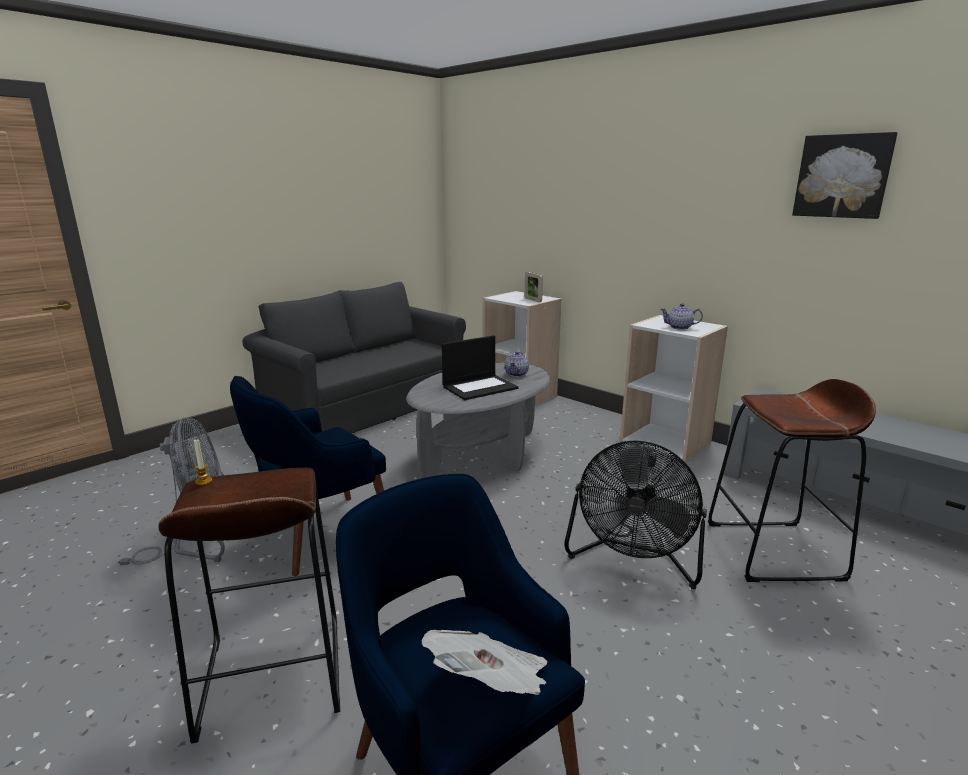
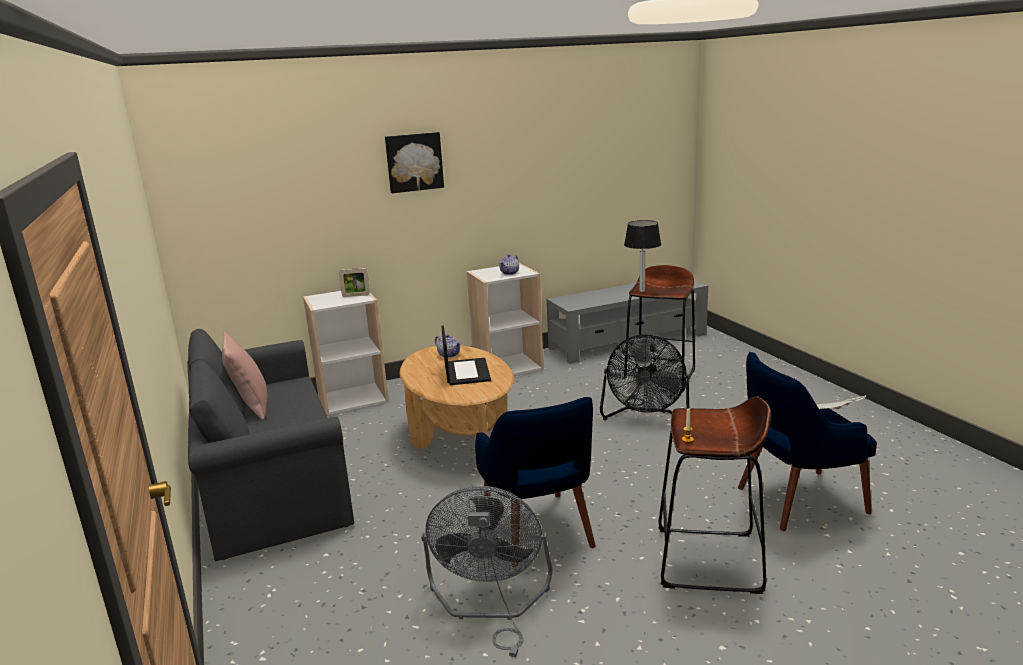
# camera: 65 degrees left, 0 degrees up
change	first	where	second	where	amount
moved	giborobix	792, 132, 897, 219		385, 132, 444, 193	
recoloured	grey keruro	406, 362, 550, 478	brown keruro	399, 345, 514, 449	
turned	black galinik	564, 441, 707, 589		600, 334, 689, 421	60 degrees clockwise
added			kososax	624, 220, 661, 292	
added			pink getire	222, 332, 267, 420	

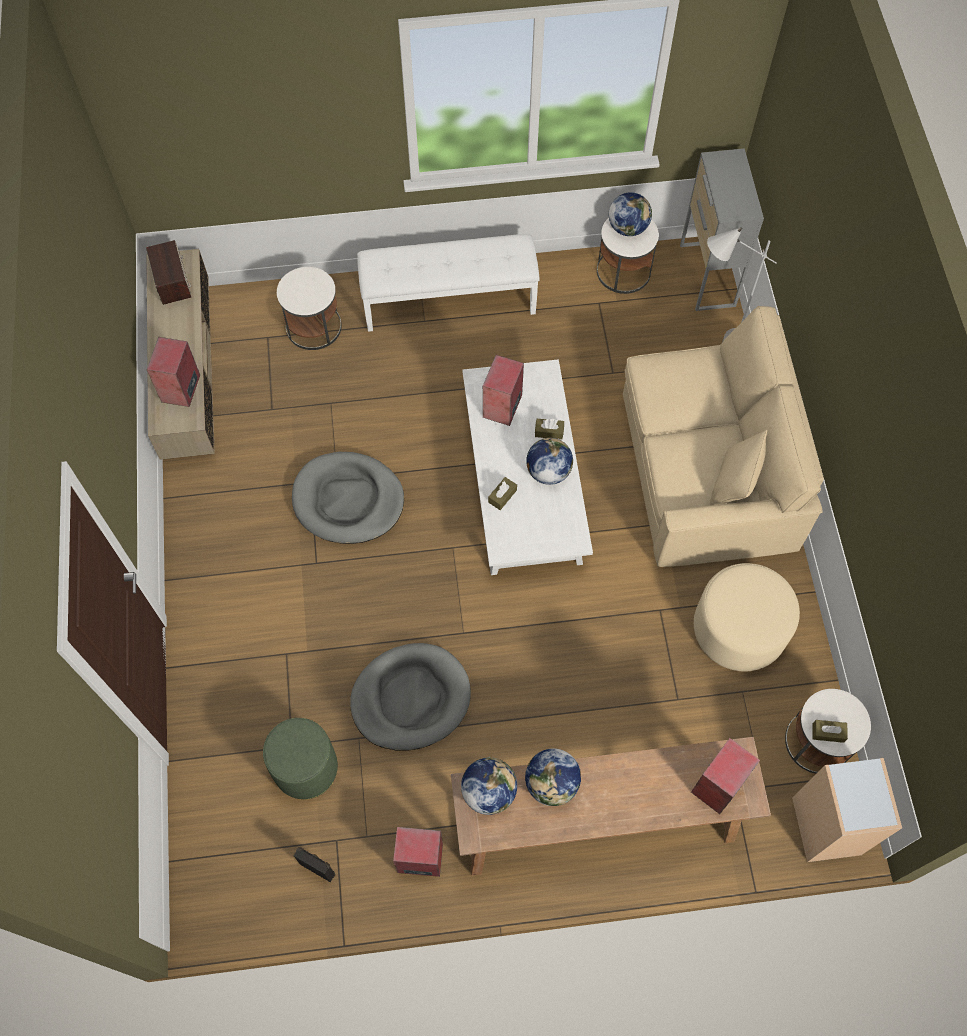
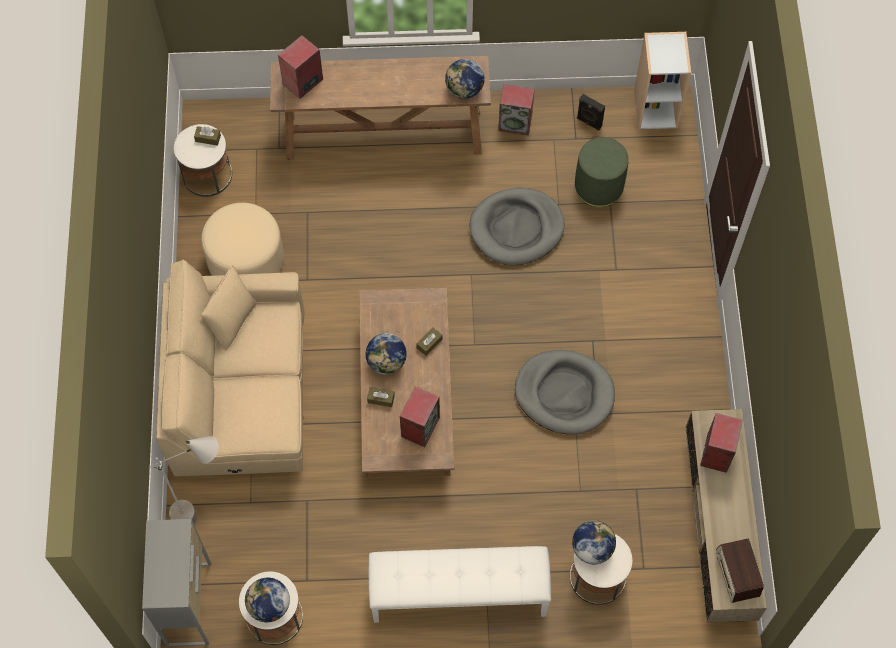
# camera: 175 degrees left, 0 degrees up
change	first	where	second	where	amount
recoloured	white keruro	462, 359, 593, 575	brown keruro	359, 288, 454, 479	
moved	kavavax	525, 748, 581, 806		572, 520, 616, 564	
moved	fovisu	792, 758, 902, 862		634, 32, 691, 129	

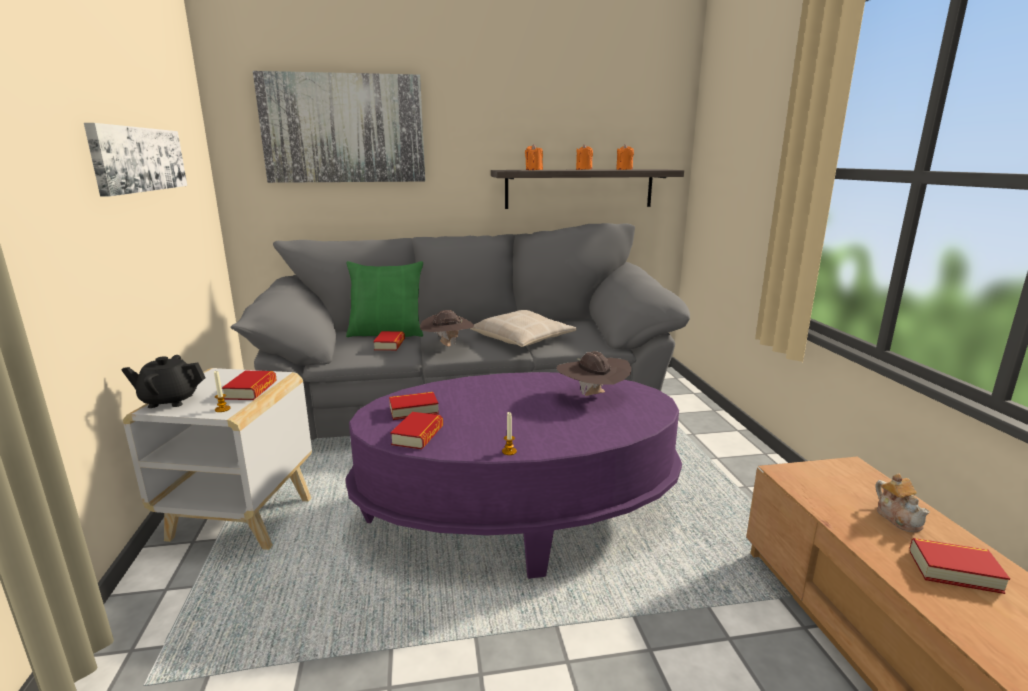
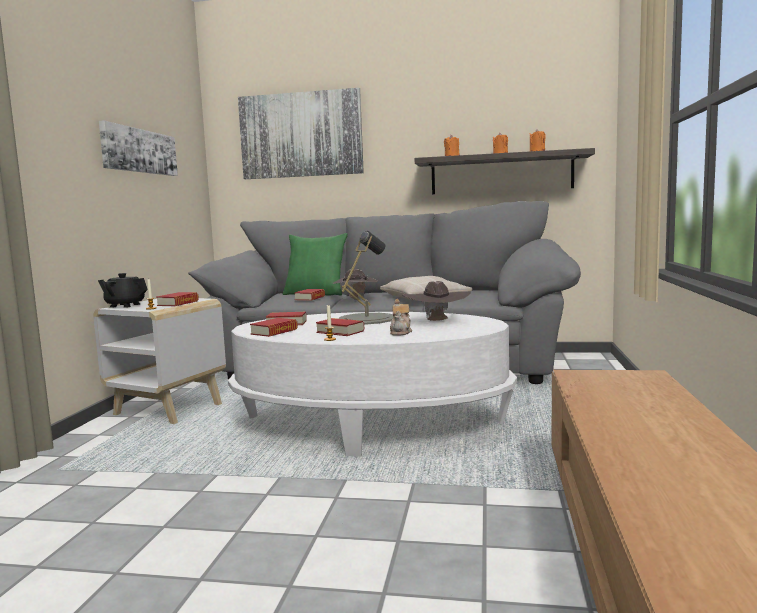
# camera: 20 degrees right, 10 degrees down
change	first	where	second	where	amount
recoloured	purple keruro	345, 372, 682, 579	white keruro	228, 312, 517, 456	
moved	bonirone	875, 473, 930, 532		390, 299, 412, 336	
moved	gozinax	910, 538, 1010, 594		316, 318, 364, 336	
added			grey kososax	339, 231, 393, 324	

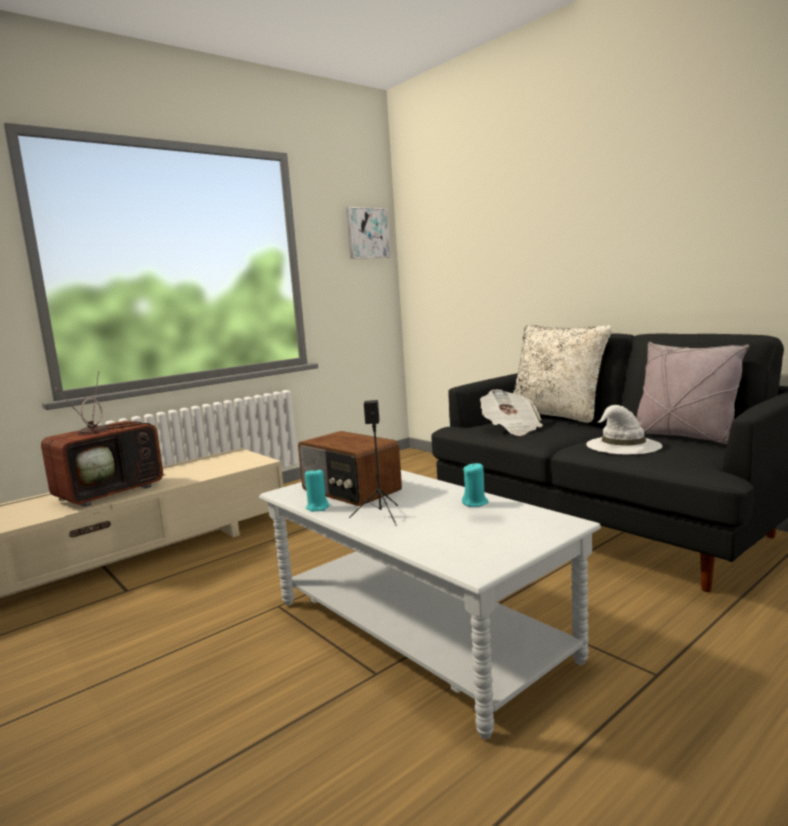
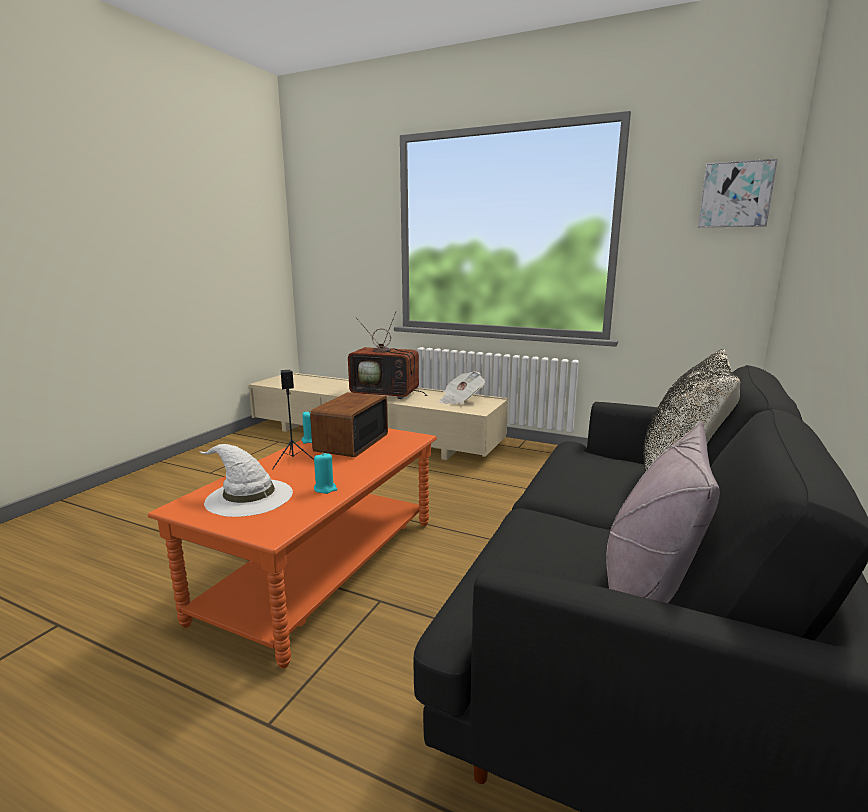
# camera: 65 degrees right, 5 degrees up
change	first	where	second	where	amount
moved	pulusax	480, 390, 543, 436		439, 371, 485, 404	
moved	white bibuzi	586, 405, 662, 455		199, 444, 293, 517	
recoloured	grey keruro	259, 470, 601, 739	orange keruro	148, 428, 437, 669	

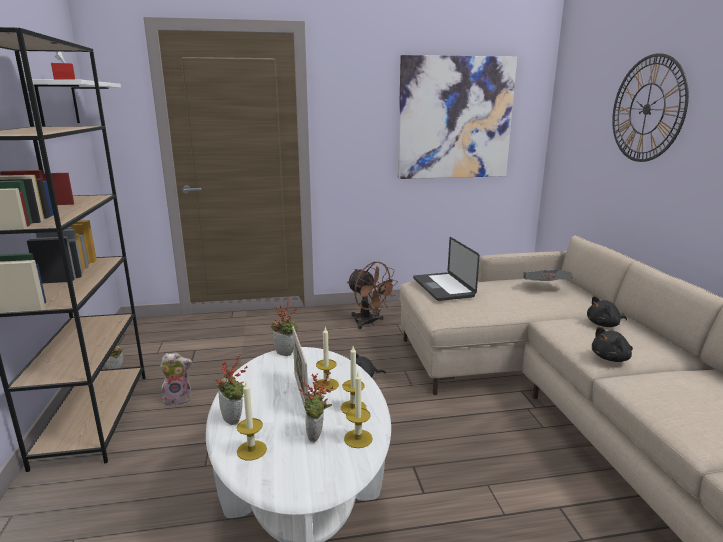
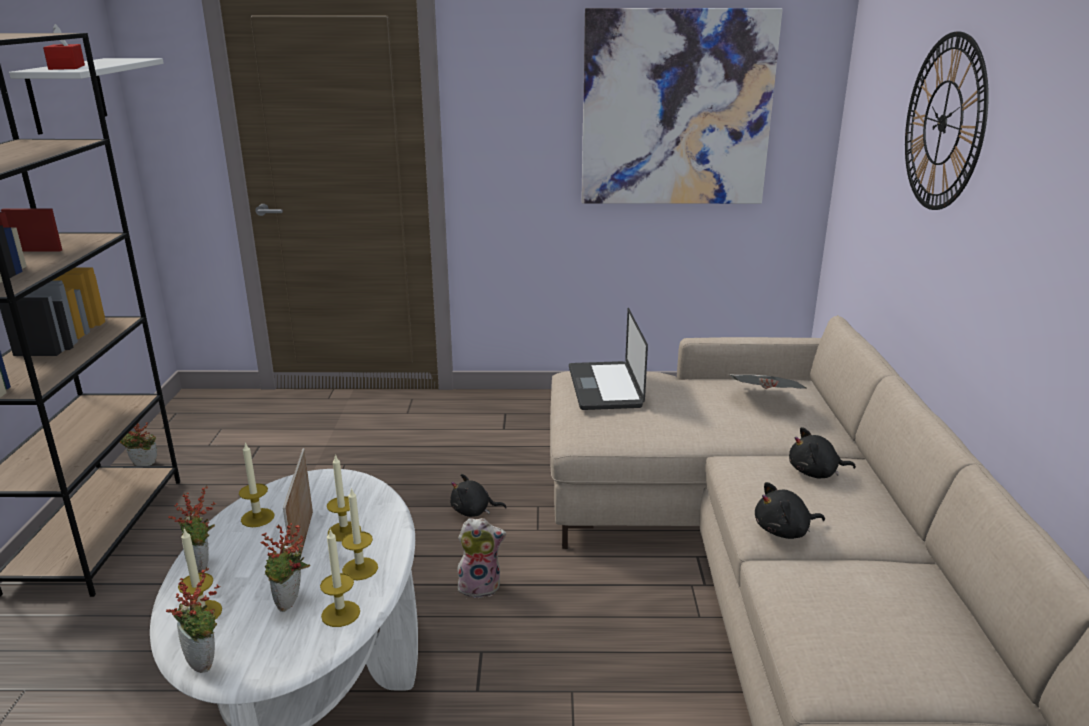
# camera: 10 degrees right, 5 degrees up
change	first	where	second	where	amount
removed	brown galinik	347, 262, 398, 329			
moved	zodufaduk	271, 299, 298, 356		166, 567, 220, 673	
moved	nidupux	160, 352, 192, 406		457, 518, 507, 598	
added			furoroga	239, 443, 275, 527	

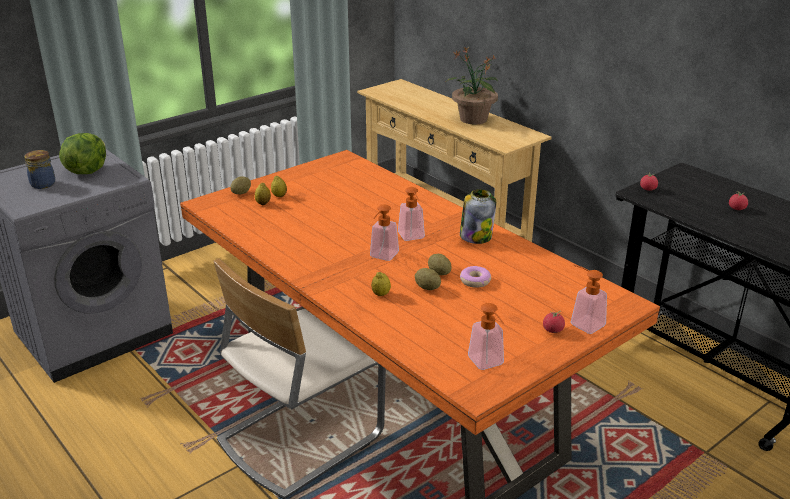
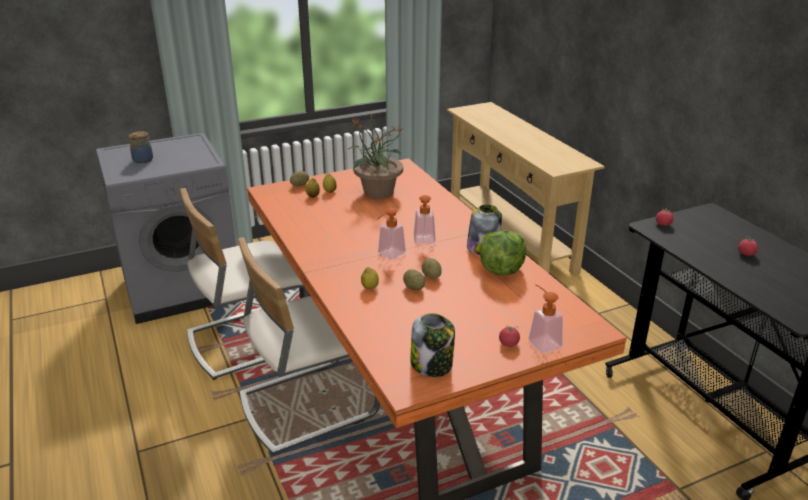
# camera: 15 degrees right, 0 degrees up
change	first	where	second	where	amount
moved	zodufaduk	445, 46, 498, 124		349, 113, 403, 199	
moved	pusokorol	59, 133, 106, 174		480, 230, 526, 276	
removed	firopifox	460, 266, 491, 288			
replaced	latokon	468, 303, 504, 370	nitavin	410, 313, 455, 377	
added			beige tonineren	180, 188, 309, 380	

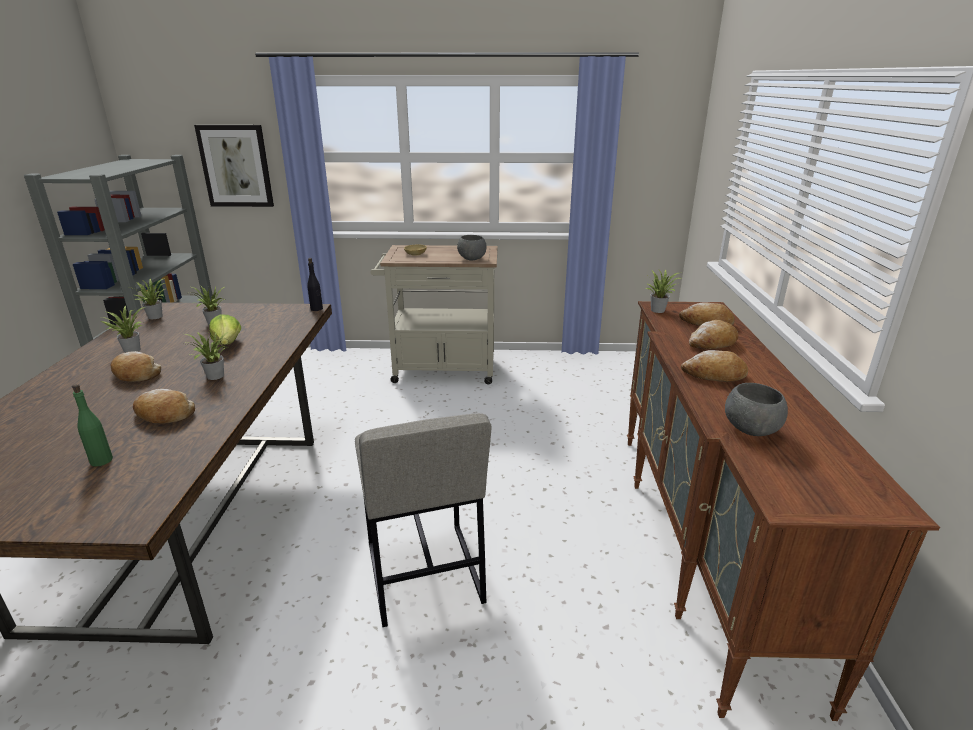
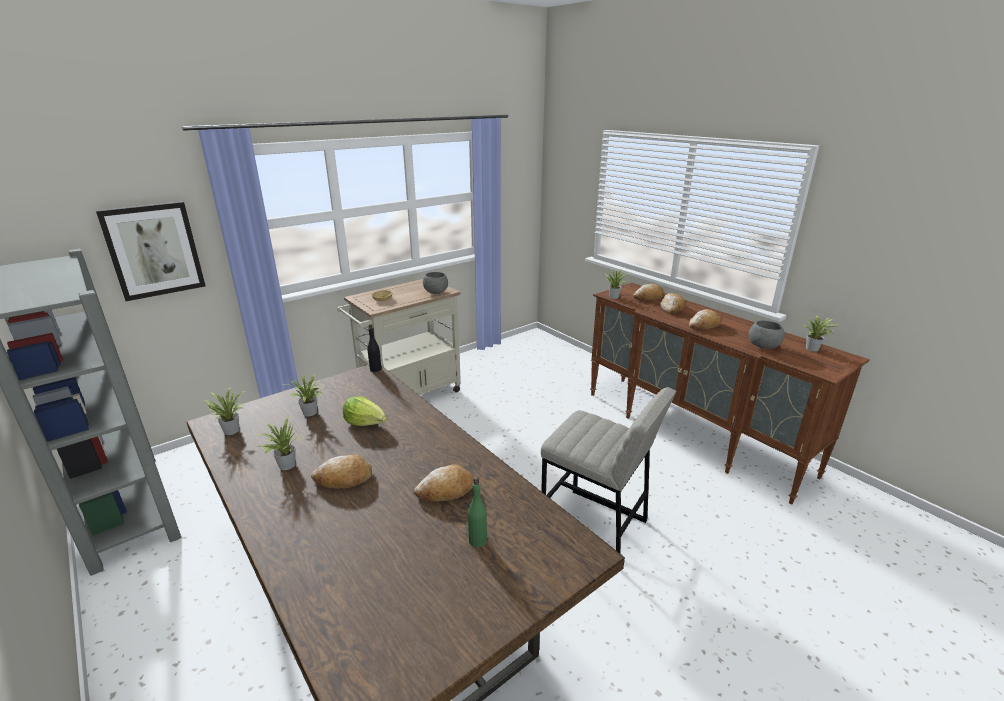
# camera: 40 degrees left, 0 degrees up
change	first	where	second	where	amount
moved	zodufaduk	185, 331, 228, 380		803, 315, 835, 352	

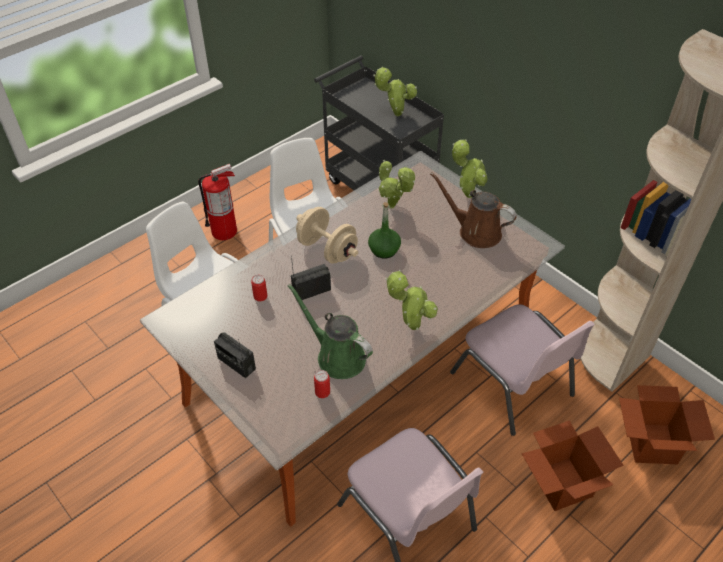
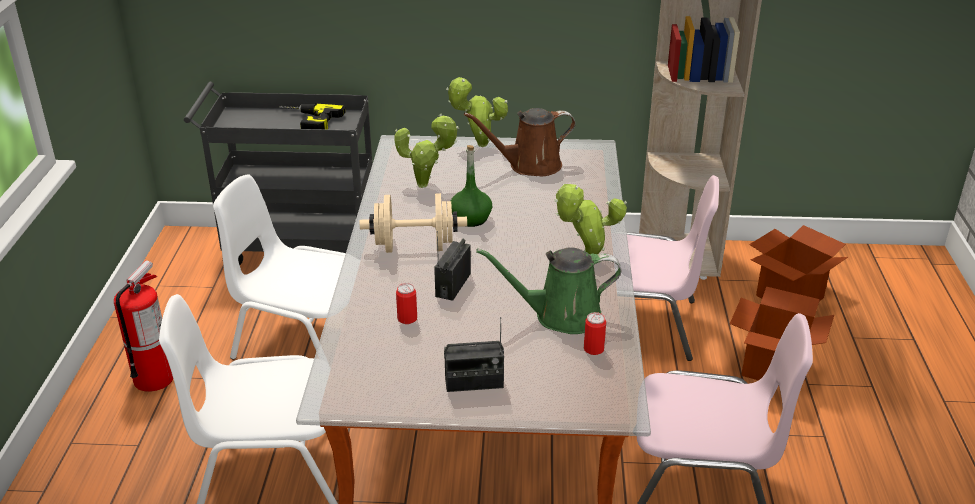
# camera: 45 degrees left, 15 degrees down
change	first	where	second	where	amount
replaced	zodufaduk	373, 67, 417, 116	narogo	279, 103, 346, 129	

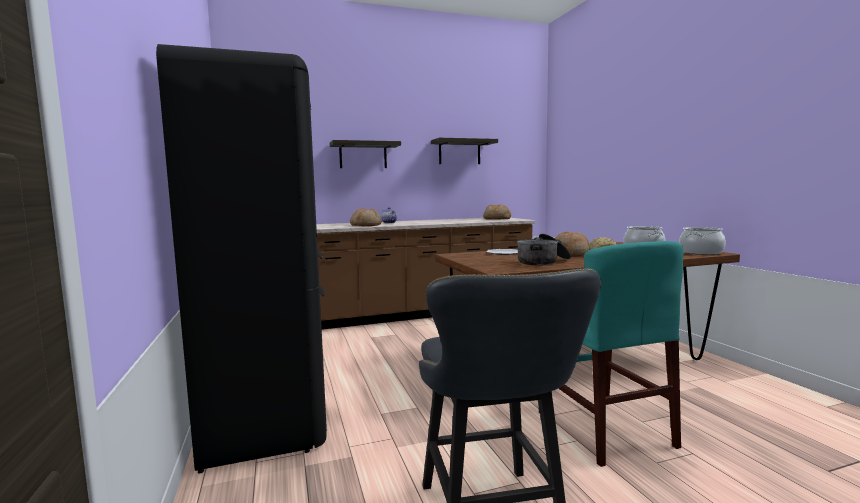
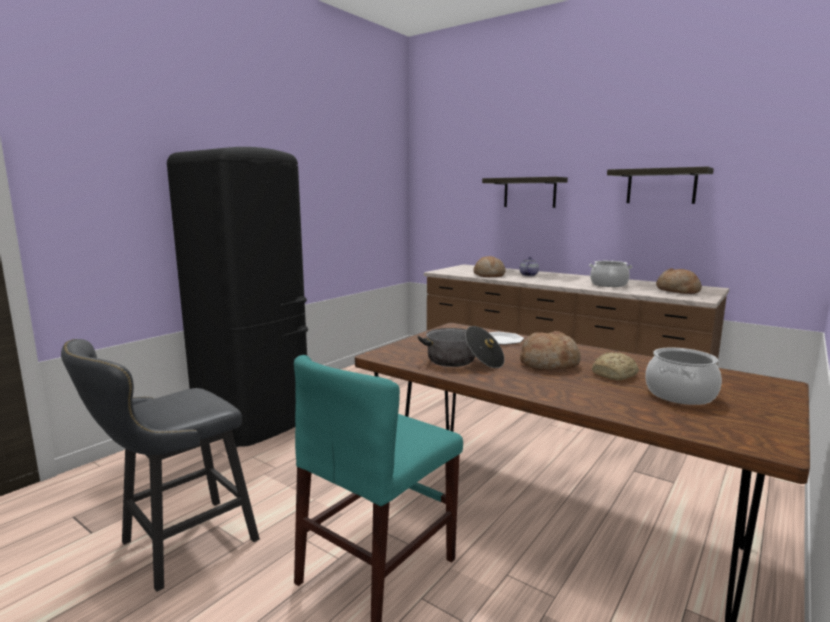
# camera: 55 degrees right, 5 degrees up
change	first	where	second	where	amount
moved	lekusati	679, 227, 726, 255		589, 261, 633, 287	

